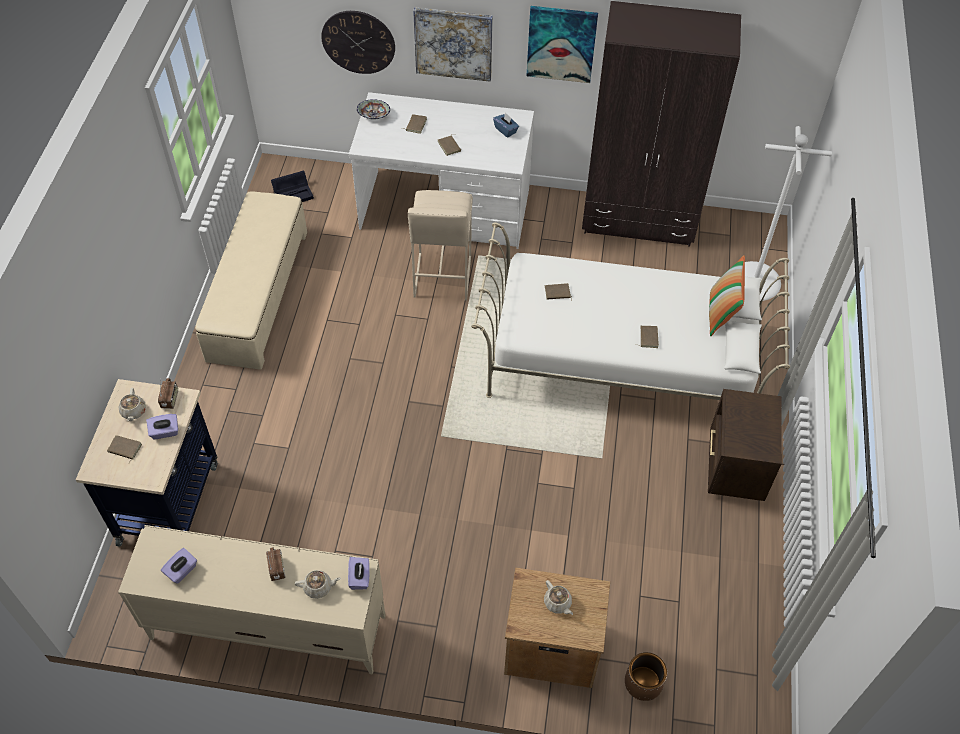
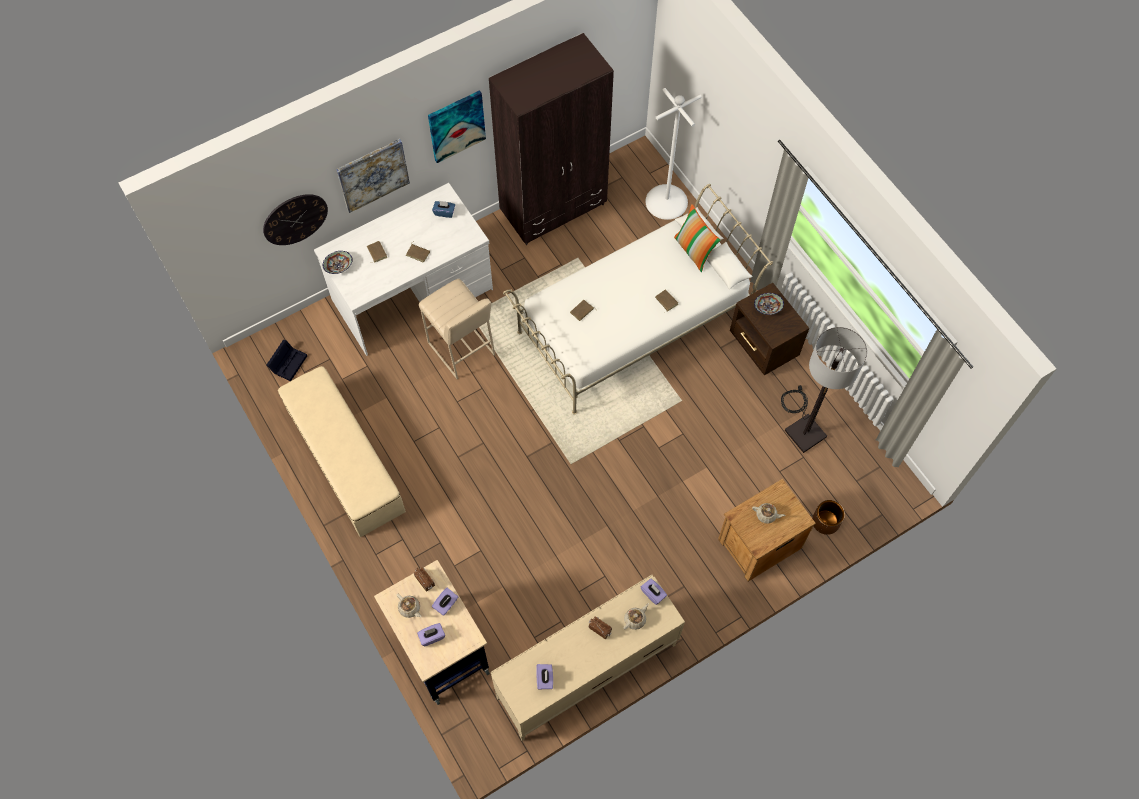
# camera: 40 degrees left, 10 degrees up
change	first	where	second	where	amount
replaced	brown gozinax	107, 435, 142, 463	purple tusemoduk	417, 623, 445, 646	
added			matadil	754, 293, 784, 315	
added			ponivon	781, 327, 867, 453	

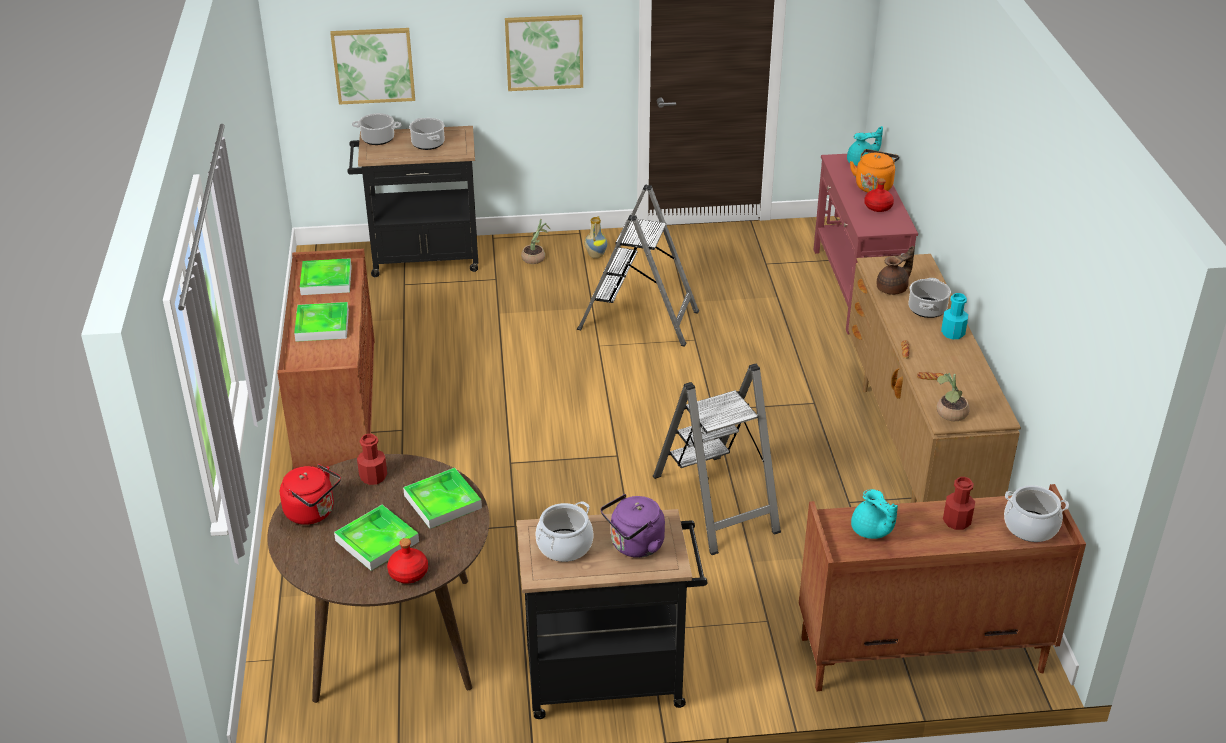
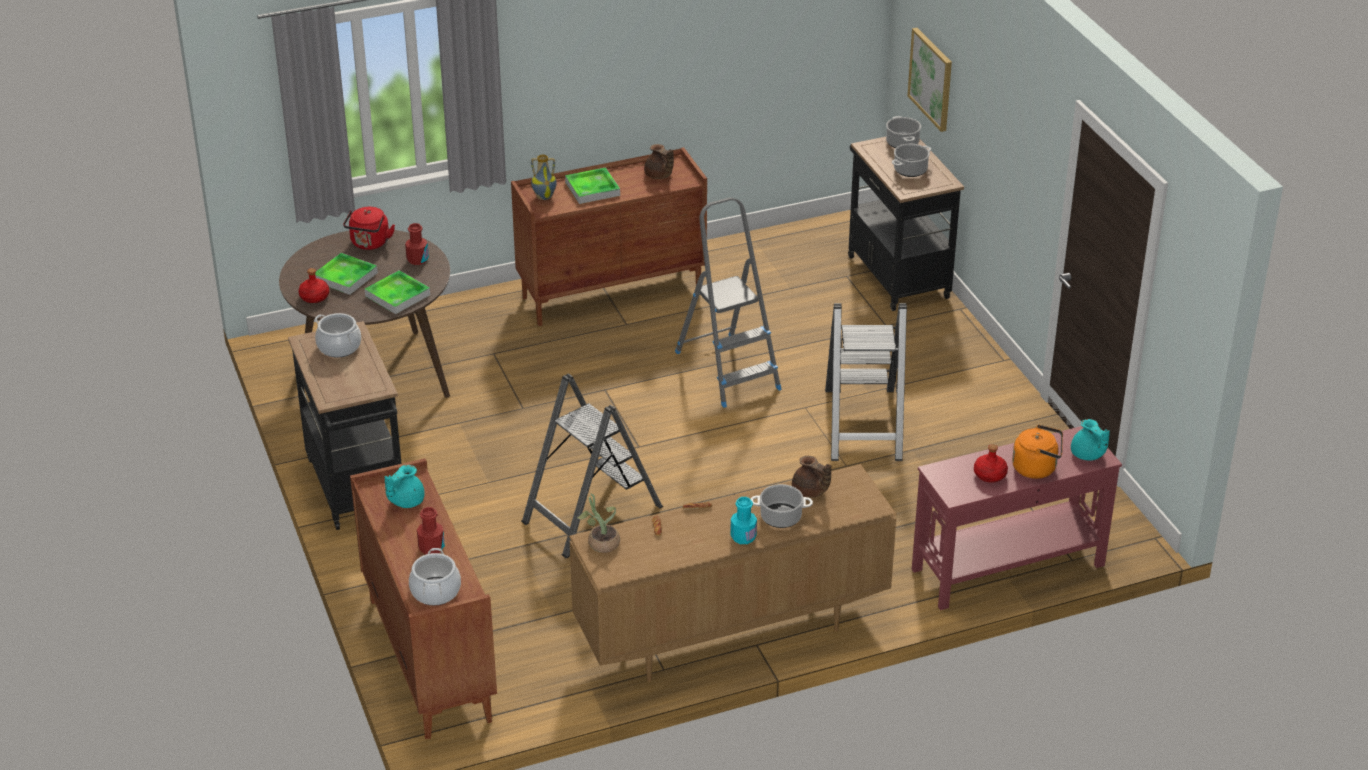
# camera: 75 degrees right, 0 degrees up
change	first	where	second	where	amount
removed	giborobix	505, 15, 583, 91			
moved	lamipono	584, 216, 608, 259		531, 155, 557, 200	
removed	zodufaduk	521, 219, 550, 264			
replaced	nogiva	300, 258, 352, 295	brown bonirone	644, 144, 674, 179	
removed	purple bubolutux	601, 494, 665, 558			
added			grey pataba	675, 198, 781, 408	

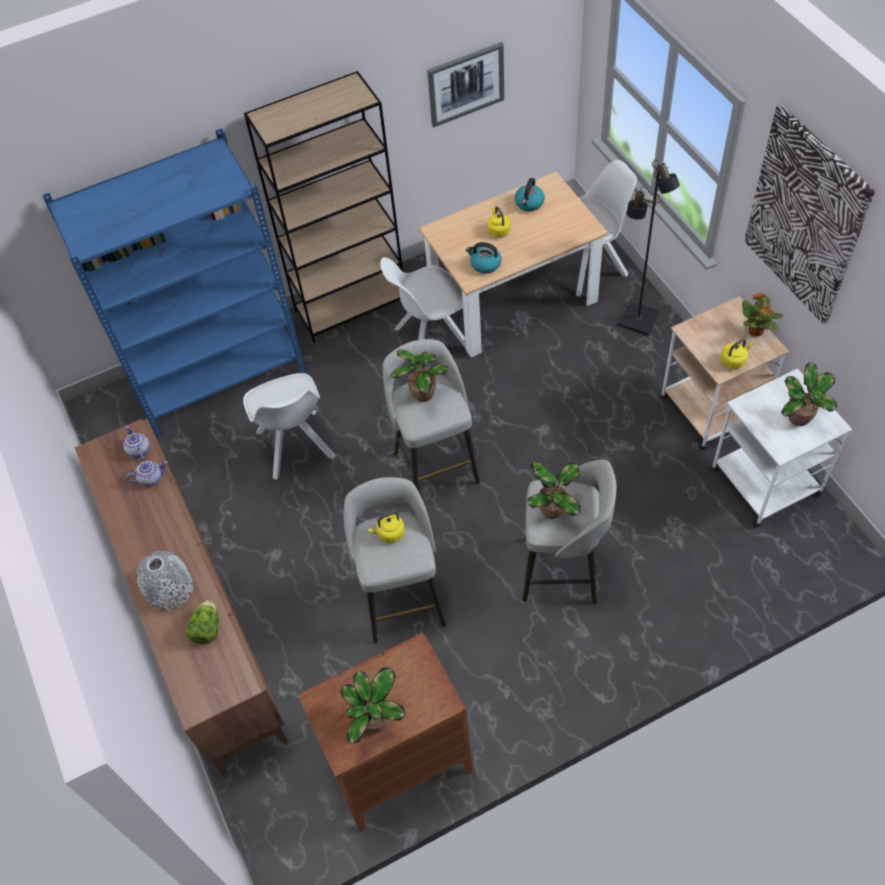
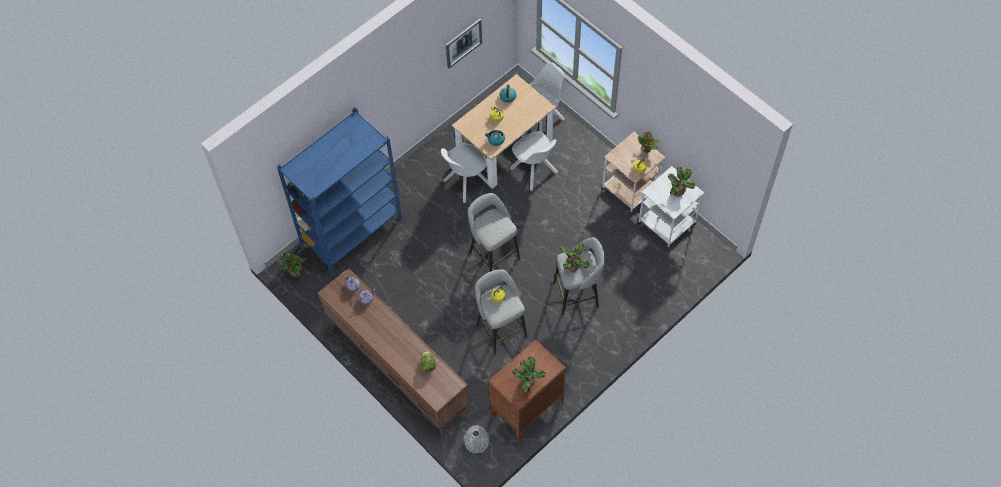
# camera: 20 degrees left, 5 degrees up
change	first	where	second	where	amount
removed	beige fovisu	244, 71, 403, 343			
removed	giborobix	744, 105, 875, 324			
removed	black ponivon	618, 160, 680, 335			
moved	zodufaduk	391, 350, 449, 402		279, 252, 307, 277	
moved	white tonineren	243, 373, 336, 480		510, 131, 558, 191	
moved	grey lamipono	136, 551, 193, 610		464, 425, 489, 454	

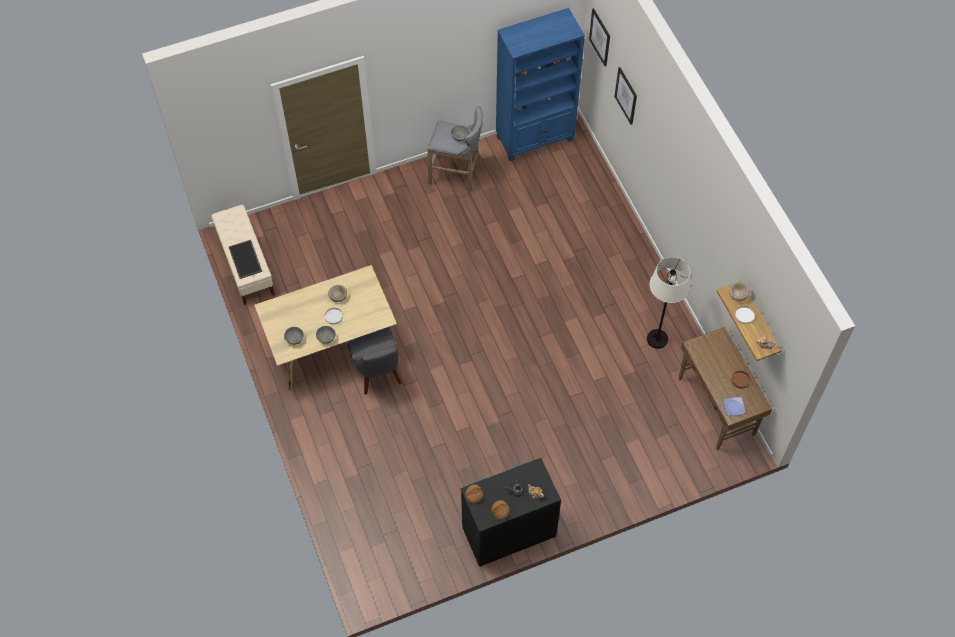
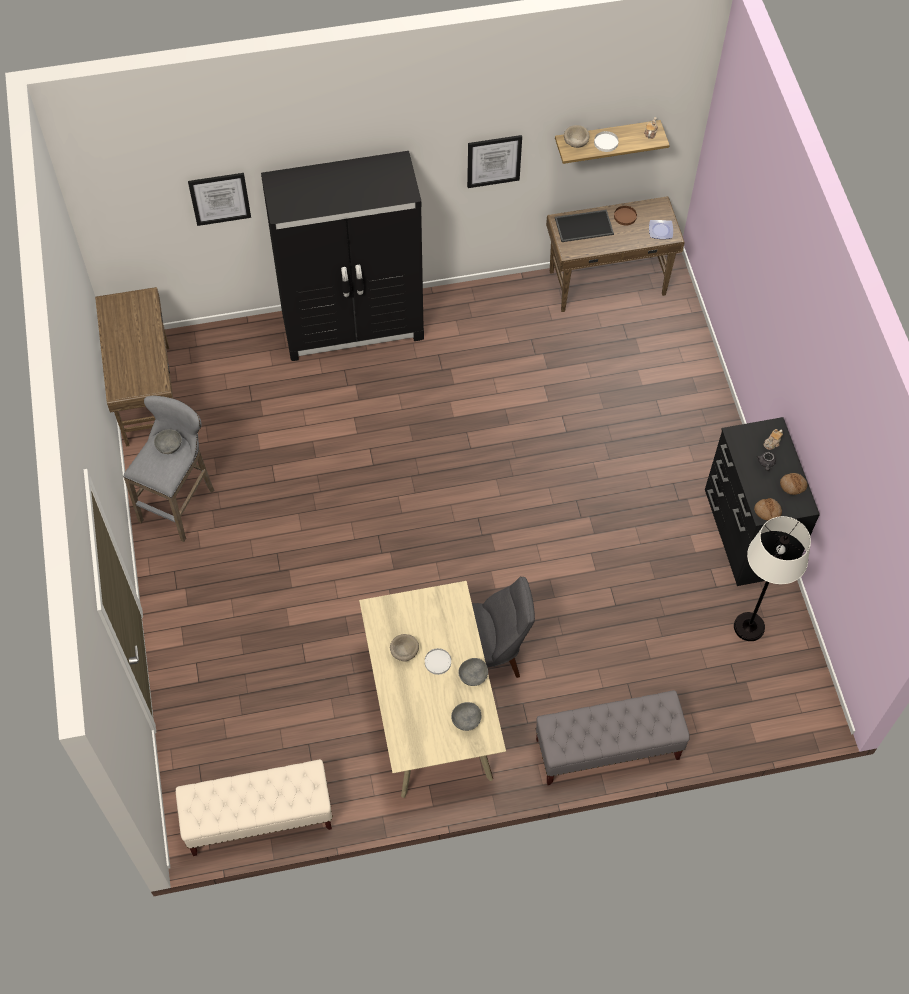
# camera: 80 degrees left, 0 degrees up
change	first	where	second	where	amount
replaced	blue fovisu	496, 8, 585, 161	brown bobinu	95, 287, 173, 447	
moved	giborobix	589, 8, 610, 66		467, 135, 522, 188	
moved	nogiva	229, 240, 262, 279		555, 210, 614, 242	
moved	white ponivon	647, 257, 690, 349		734, 516, 811, 641	
added			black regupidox	261, 151, 424, 361	
added			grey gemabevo	536, 690, 690, 785	

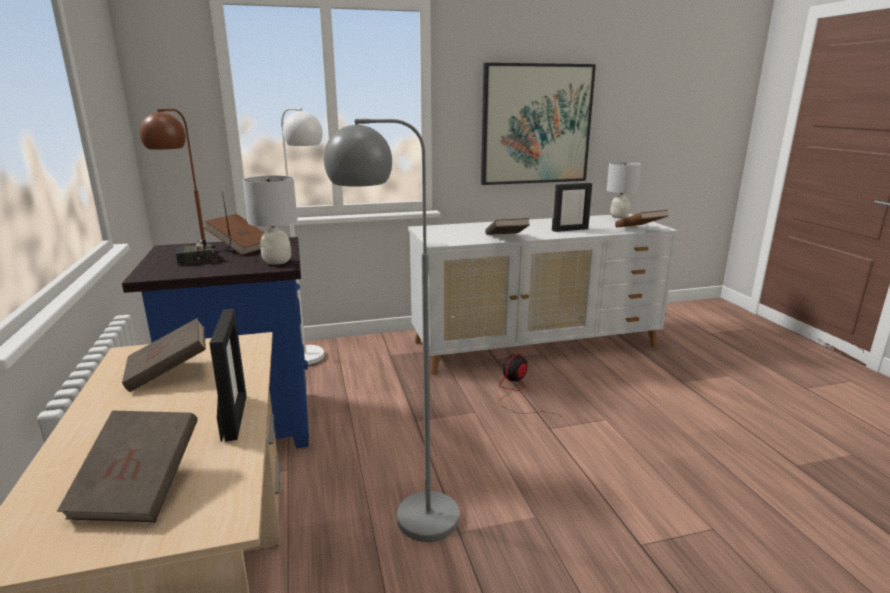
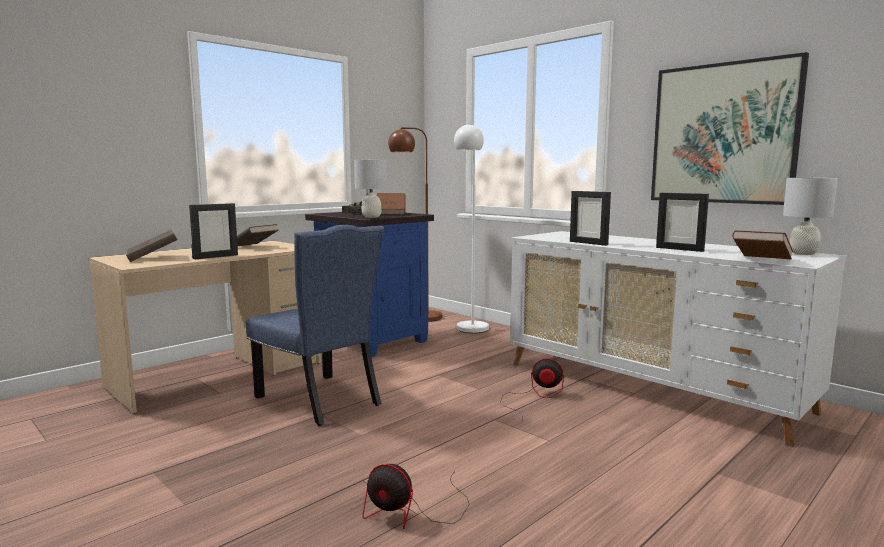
# camera: 60 degrees right, 10 degrees down
change	first	where	second	where	amount
replaced	grey ponivon	324, 119, 460, 542	blue tonineren	246, 225, 384, 426	
replaced	brown gozinax	485, 218, 530, 235	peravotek	570, 191, 611, 246	
added			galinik	362, 464, 470, 529	

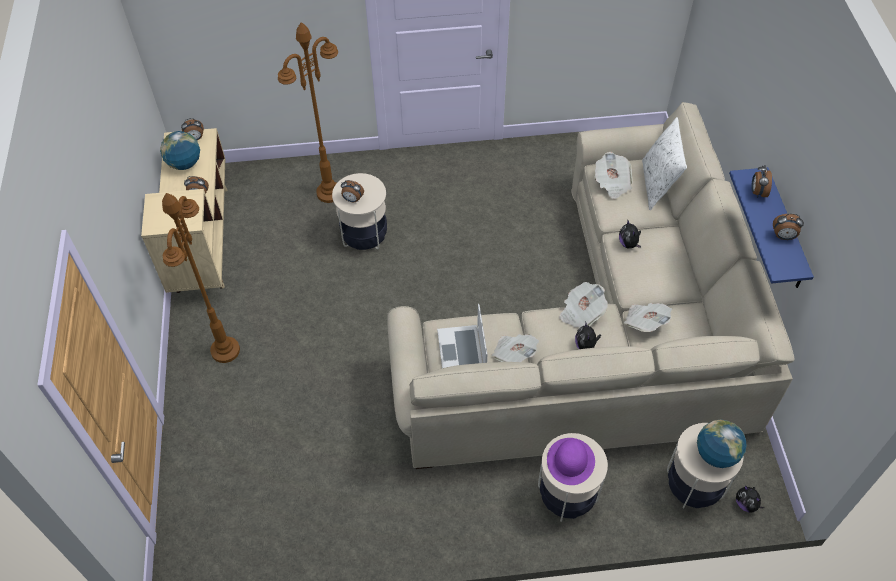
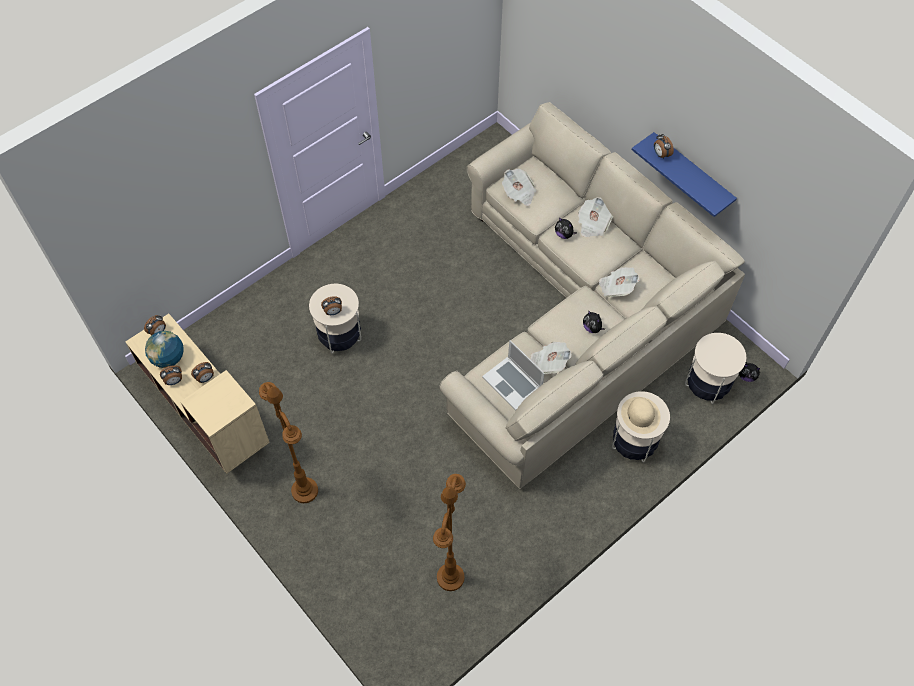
# camera: 35 degrees left, 5 degrees up
change	first	where	second	where	amount
moved	brown ponivon	278, 22, 338, 203		433, 474, 466, 591	
removed	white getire	642, 117, 687, 210			
moved	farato	773, 214, 804, 240		160, 365, 182, 385	
moved	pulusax	559, 282, 608, 328		578, 197, 613, 237	
removed	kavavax	697, 419, 747, 468			
recoloured	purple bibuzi	547, 438, 595, 485	beige bibuzi	621, 397, 661, 434	

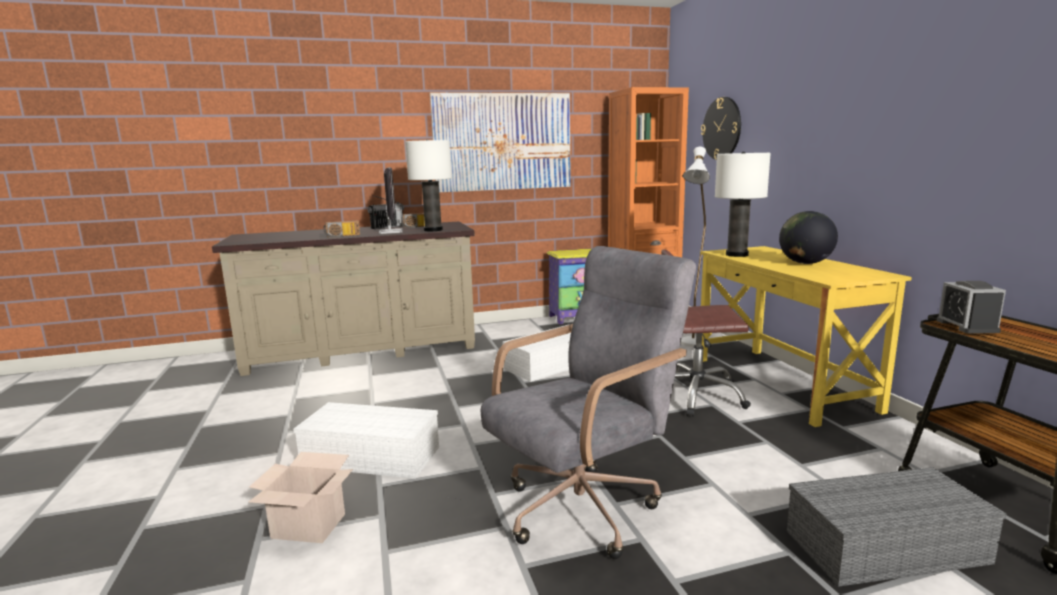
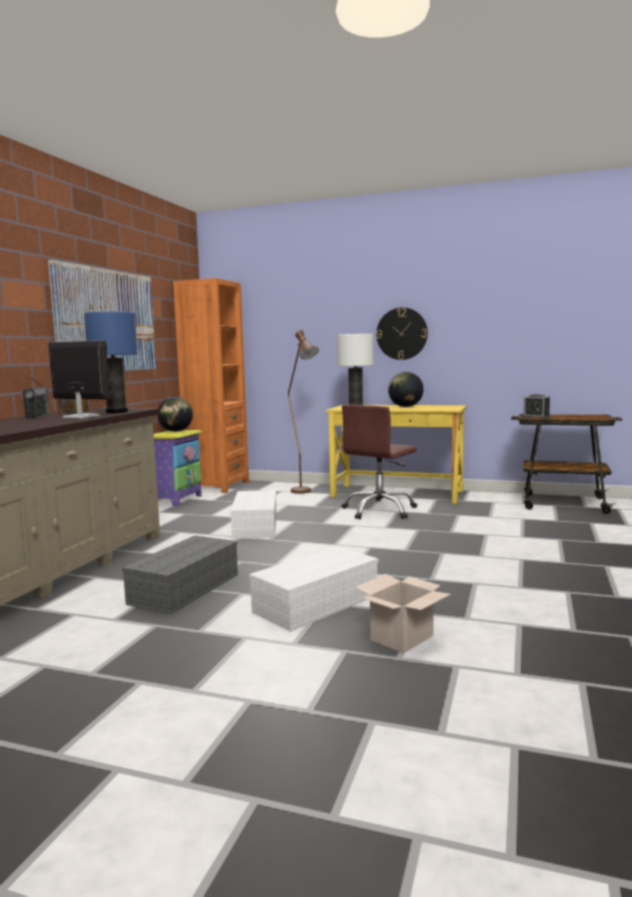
# camera: 55 degrees left, 5 degrees down
change	first	where	second	where	amount
moved	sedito	701, 97, 741, 160		376, 307, 428, 360	
recoloured	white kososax	405, 140, 452, 231	blue kososax	84, 312, 138, 413	
recoloured	white ponivon	681, 147, 710, 347	brown ponivon	288, 330, 319, 494	
removed	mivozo	323, 220, 360, 237			
removed	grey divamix	481, 246, 696, 559			
moved	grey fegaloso	787, 467, 1007, 587		122, 536, 238, 614	
added			kavavax	157, 397, 193, 432	

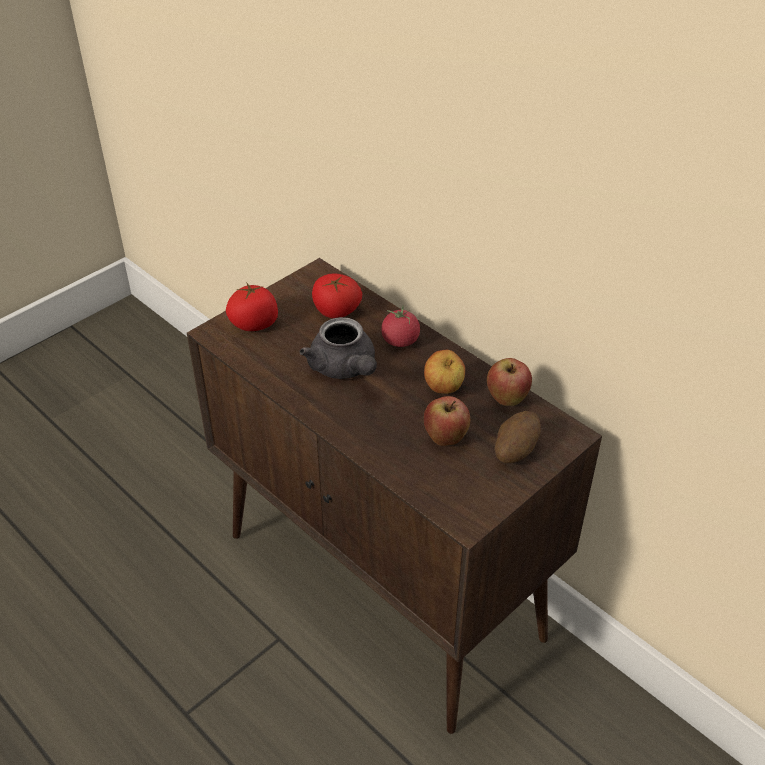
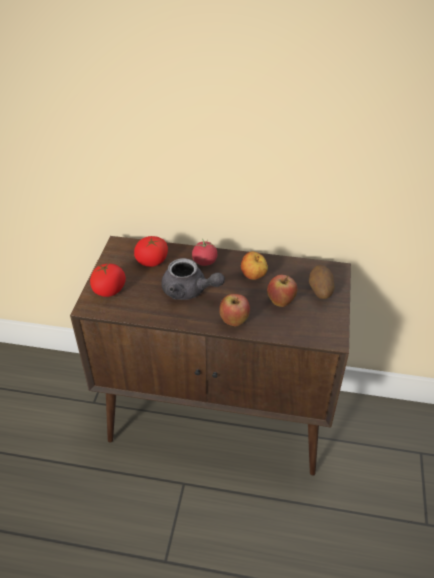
# camera: 35 degrees left, 0 degrees up
change	first	where	second	where	amount
moved	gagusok	487, 358, 532, 406		219, 294, 250, 326	

